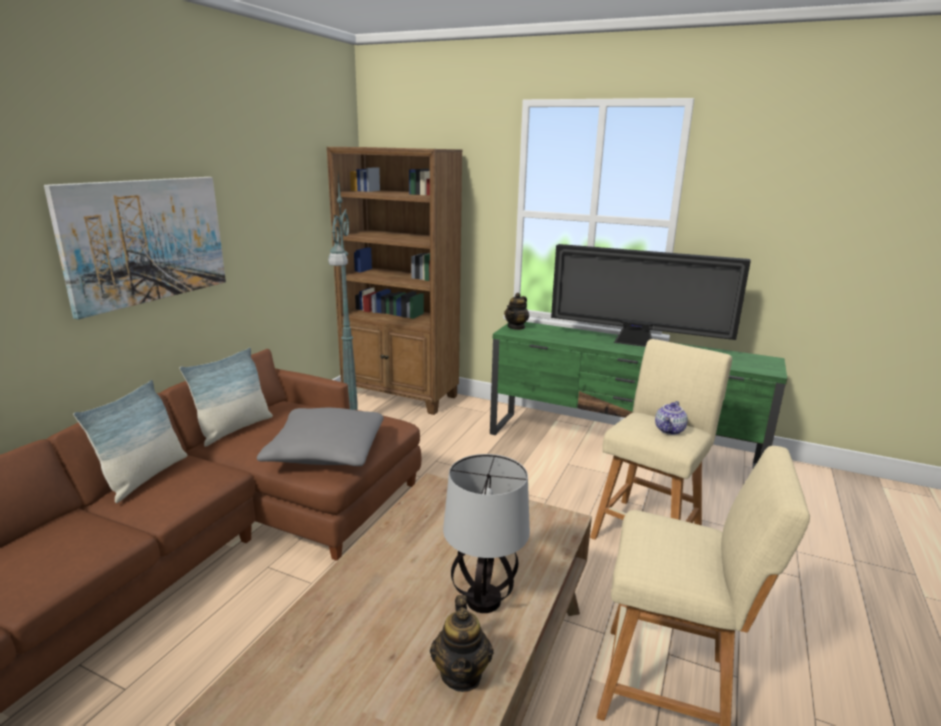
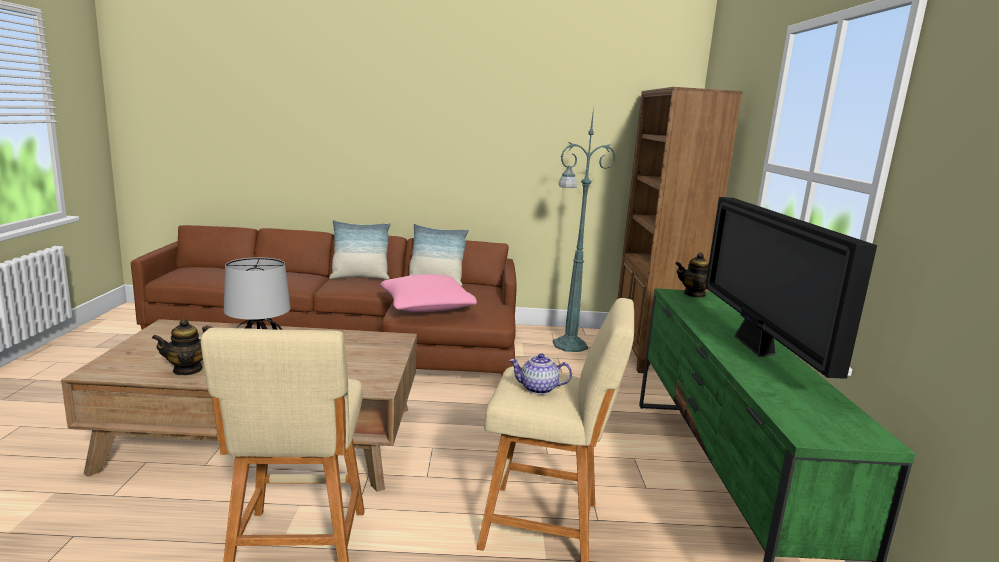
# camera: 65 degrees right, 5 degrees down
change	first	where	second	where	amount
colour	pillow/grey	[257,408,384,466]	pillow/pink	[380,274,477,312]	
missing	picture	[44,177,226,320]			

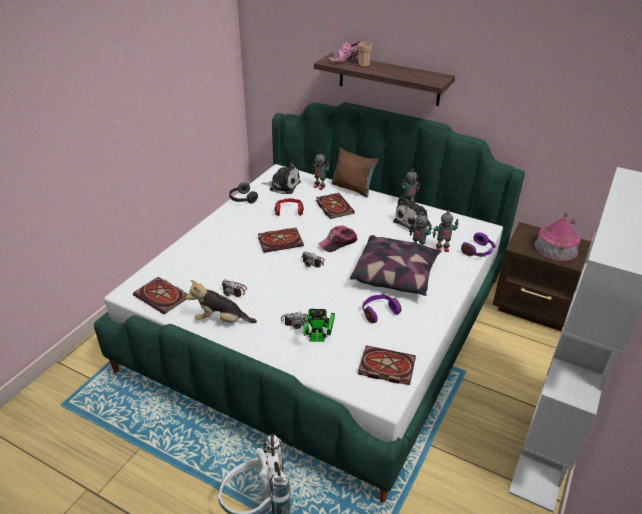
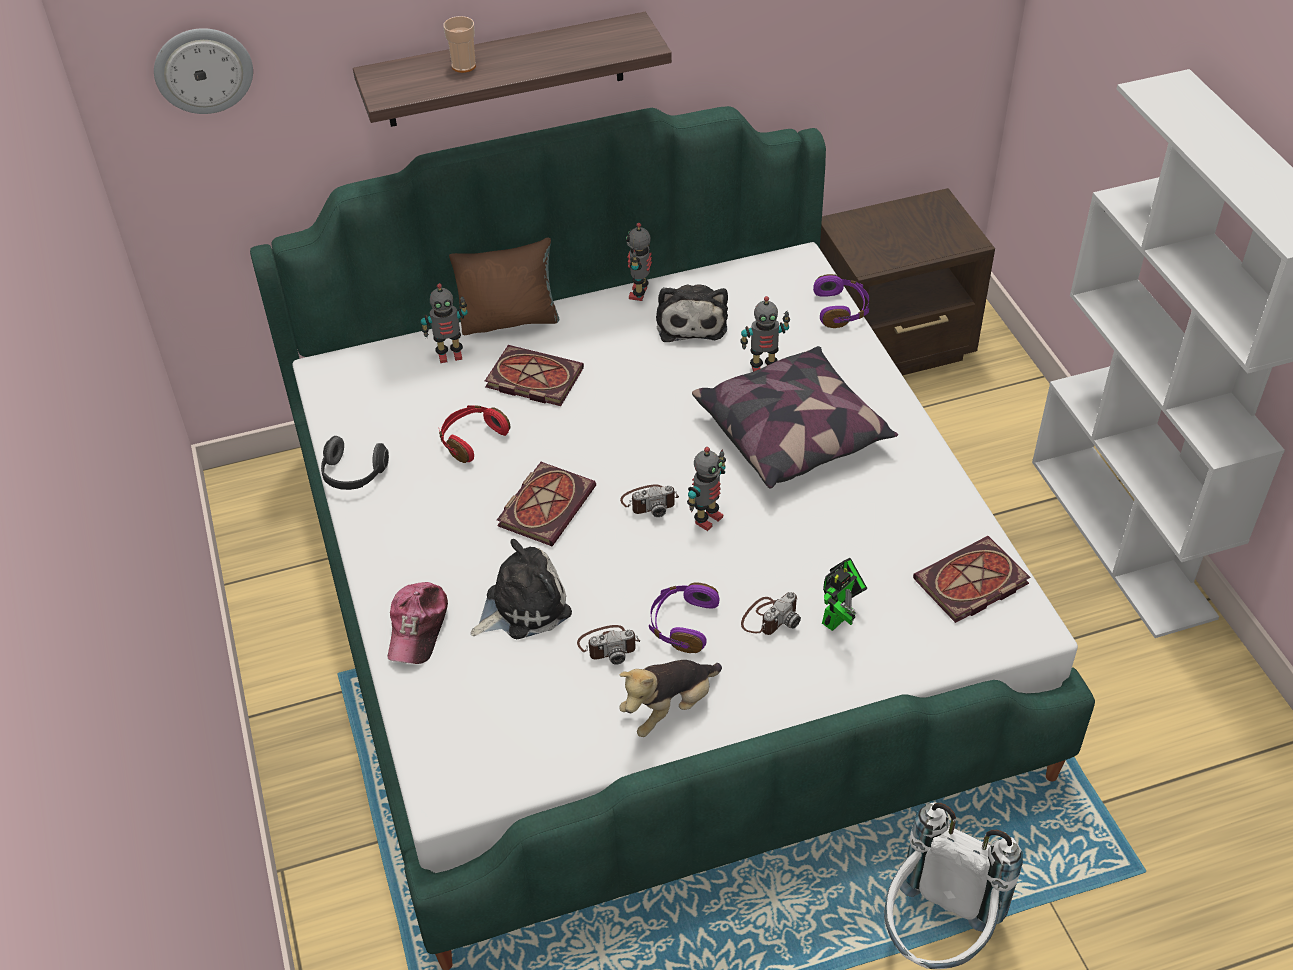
# camera: 45 degrees left, 10 degrees up
change	first	where	second	where	amount
appeared			wall clock	[154,28,253,114]	
relocated	cap	[318,225,358,252]		[387,582,448,664]	
relocated	plush toy	[261,161,301,194]		[471,539,572,639]	
relocated	headphones/purple	[362,294,401,323]		[649,582,719,653]	
relocated	toy robot	[433,210,459,252]		[687,447,726,531]	
missing	book	[133,277,187,314]			
missing	shoe/pink	[327,41,360,63]			
missing	toy house	[534,212,581,261]			

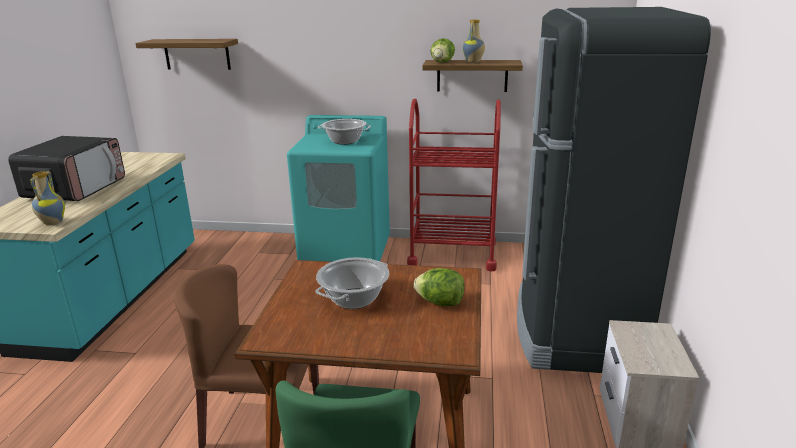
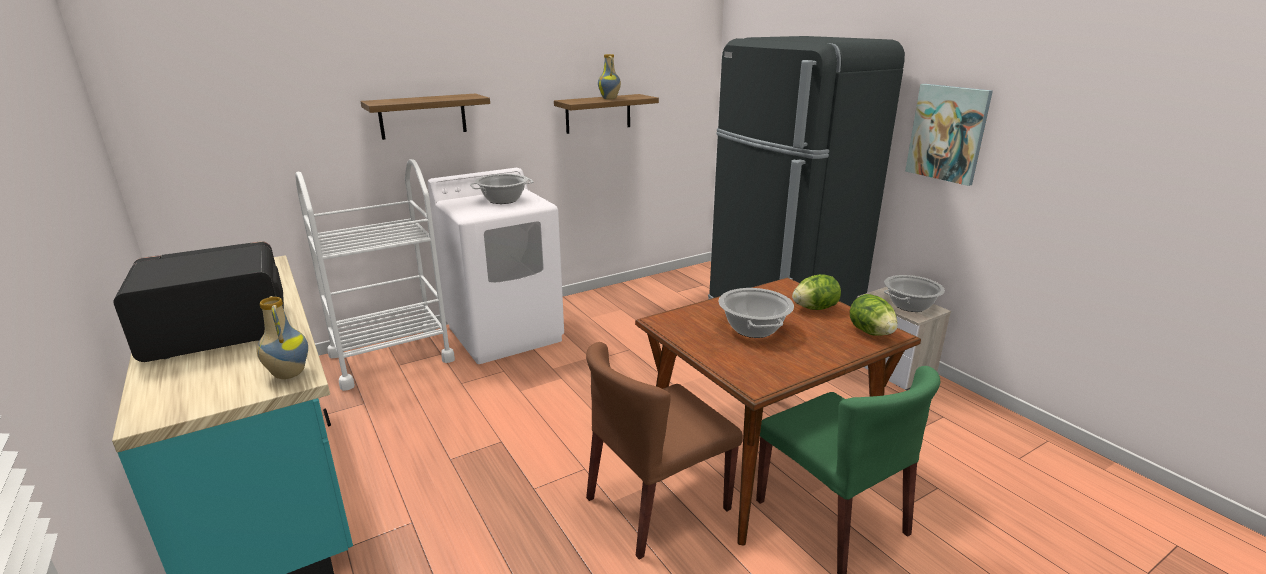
# camera: 40 degrees left, 0 degrees up
change	first	where	second	where	amount
spun	microwave	[8,136,125,201]		[113,241,284,362]	90 degrees counterclockwise
appeared			cart/white	[296,159,455,391]	
relocated	shelf	[135,39,238,70]		[360,93,490,140]	
colour	washing machine/turquoise	[287,115,390,262]	washing machine/white	[428,168,564,364]	
relocated	lettuce	[431,38,455,63]		[850,294,898,336]	
appeared			cooking pot	[884,275,945,312]	
appeared			picture	[905,84,993,186]	
missing	cart/red	[407,99,501,271]			

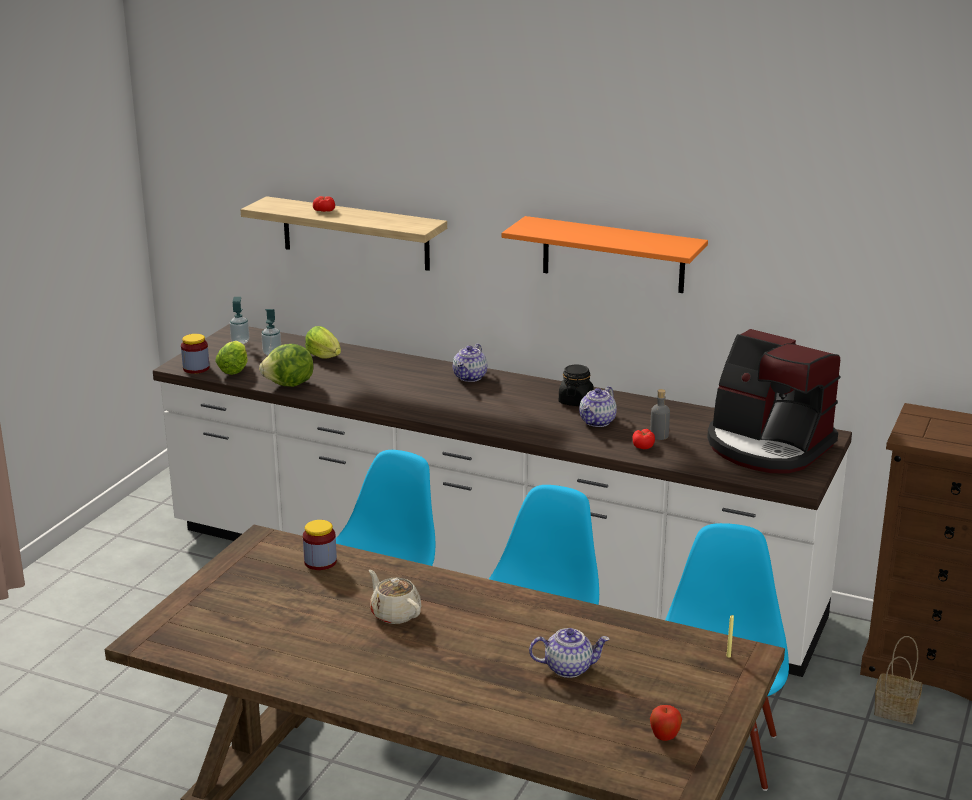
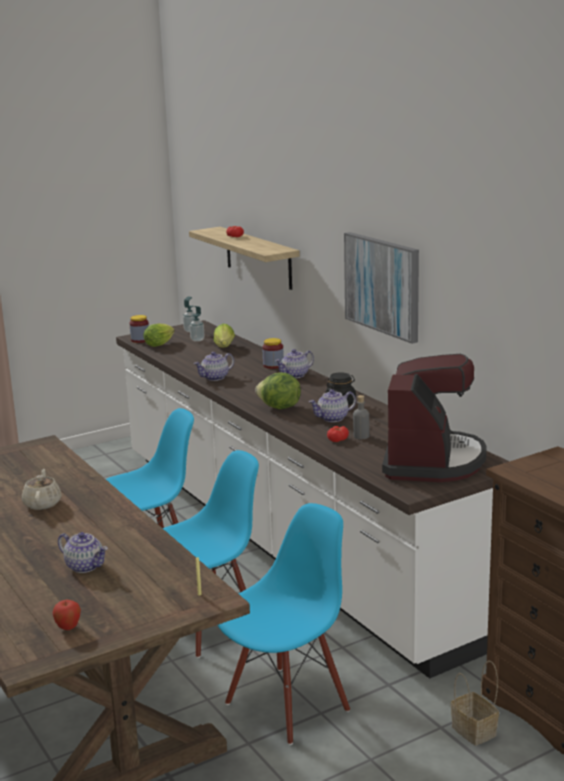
# camera: 35 degrees right, 5 degrees down
change	first	where	second	where	amount
appeared			teapot	[194,352,234,381]	
relocated	lettuce	[259,344,314,387]		[255,373,301,409]	
relocated	jar	[303,520,337,570]		[262,338,284,369]	
exchanged	shelf/orange	[502,216,708,293]	picture	[344,232,419,344]	
spun	coffee machine	[707,329,840,474]		[382,354,486,482]	150 degrees counterclockwise

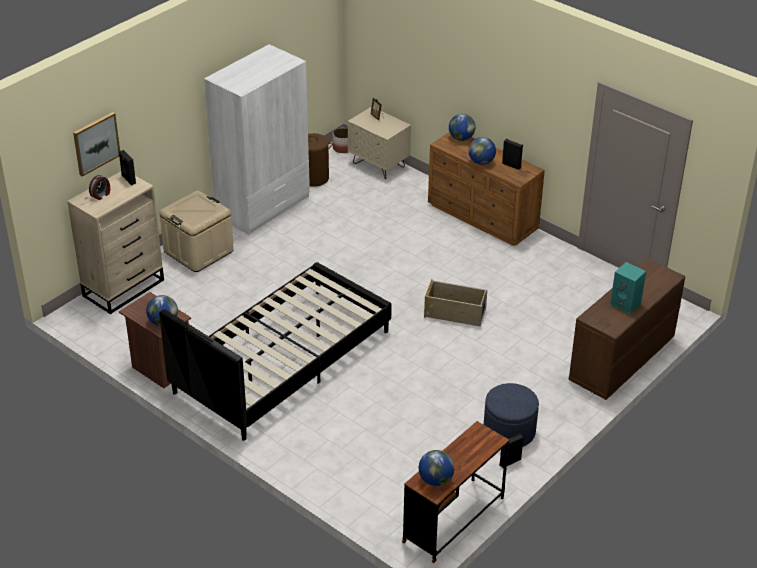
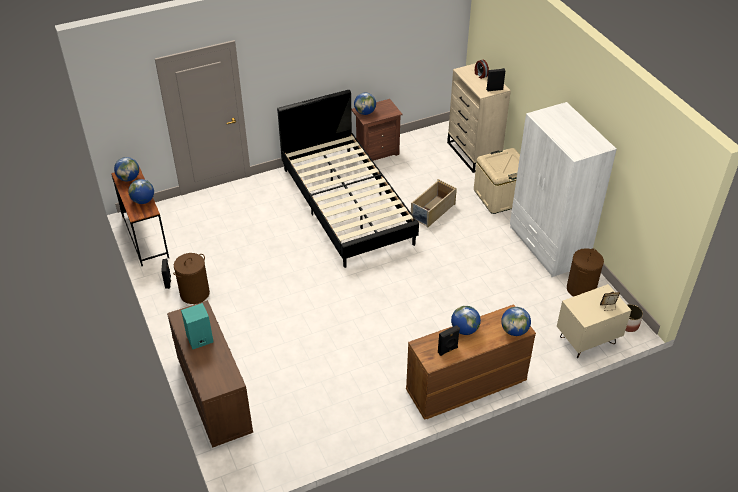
# camera: 115 degrees right, 5 degrees up
change	first	where	second	where	amount
appeared			globe	[128,179,154,204]	
exchanged	ottoman/blue	[484,383,539,447]	laundry basket/brown	[173,253,210,304]	
relocated	storage box/beige	[424,279,487,327]		[411,179,457,228]	
missing	picture	[73,112,120,177]			

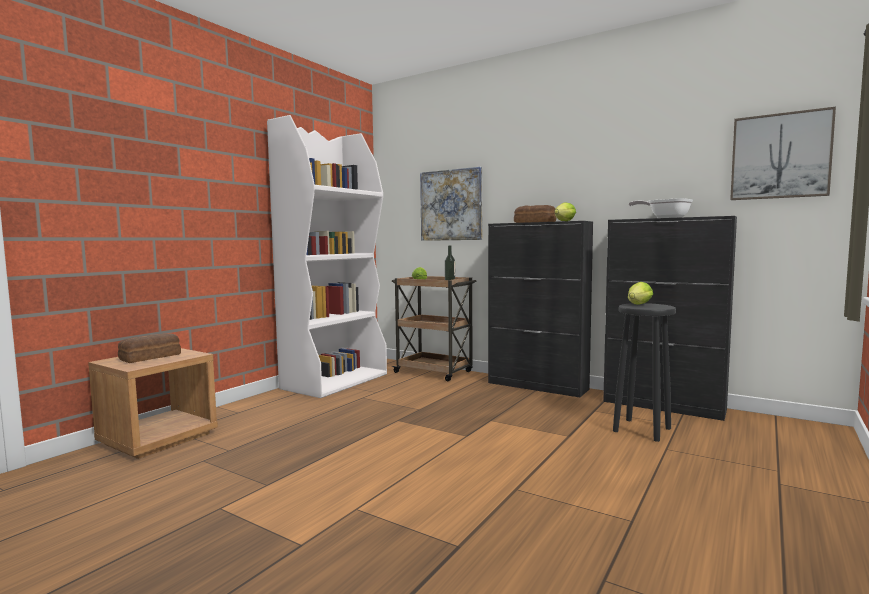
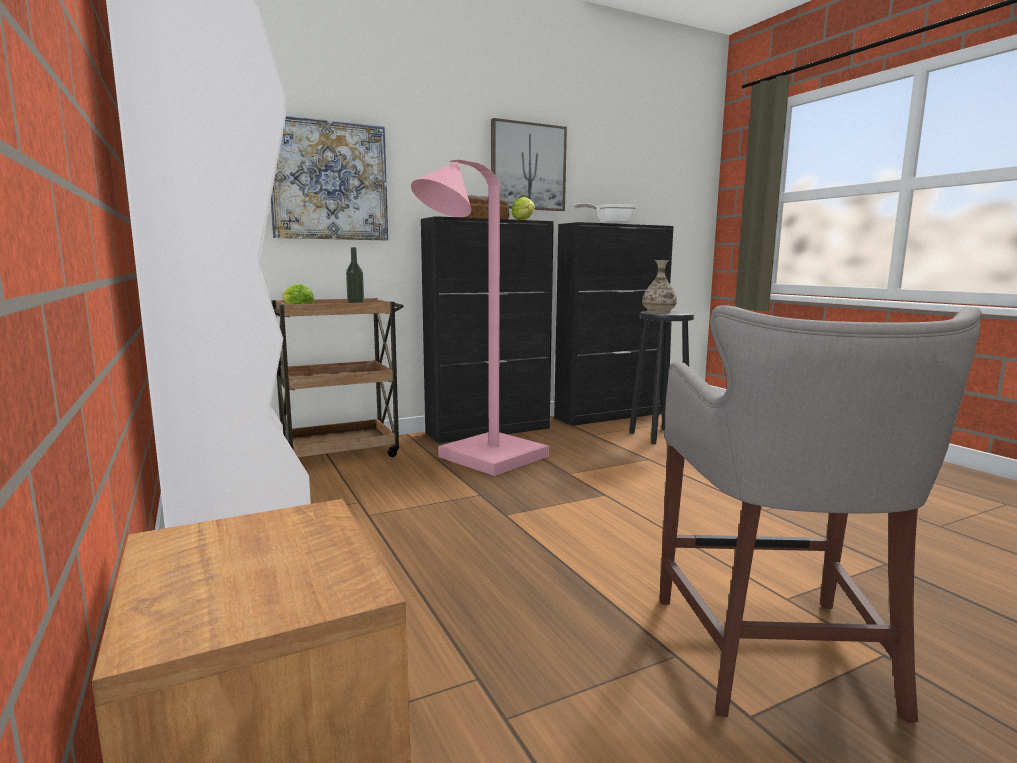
# camera: 60 degrees left, 5 degrees up
change	first	where	second	where	amount
appeared			floor lamp/pink	[411,160,549,476]	
relocated	picture	[730,107,836,200]		[491,118,567,211]	
exchanged	lettuce	[628,282,653,305]	vase	[642,260,677,313]	
appeared			stool/grey	[659,305,982,723]	
missing	bread	[118,333,181,363]			

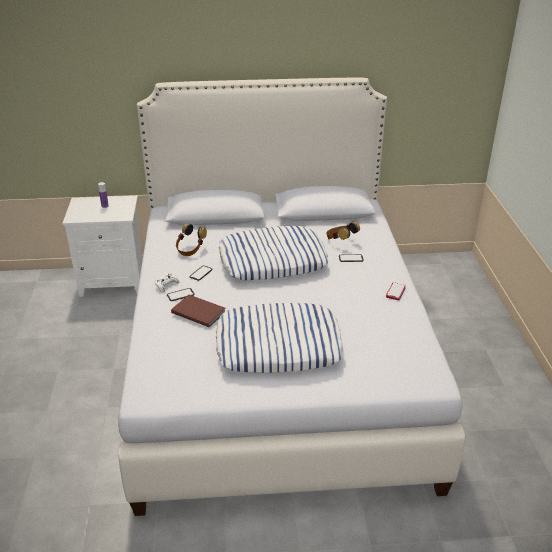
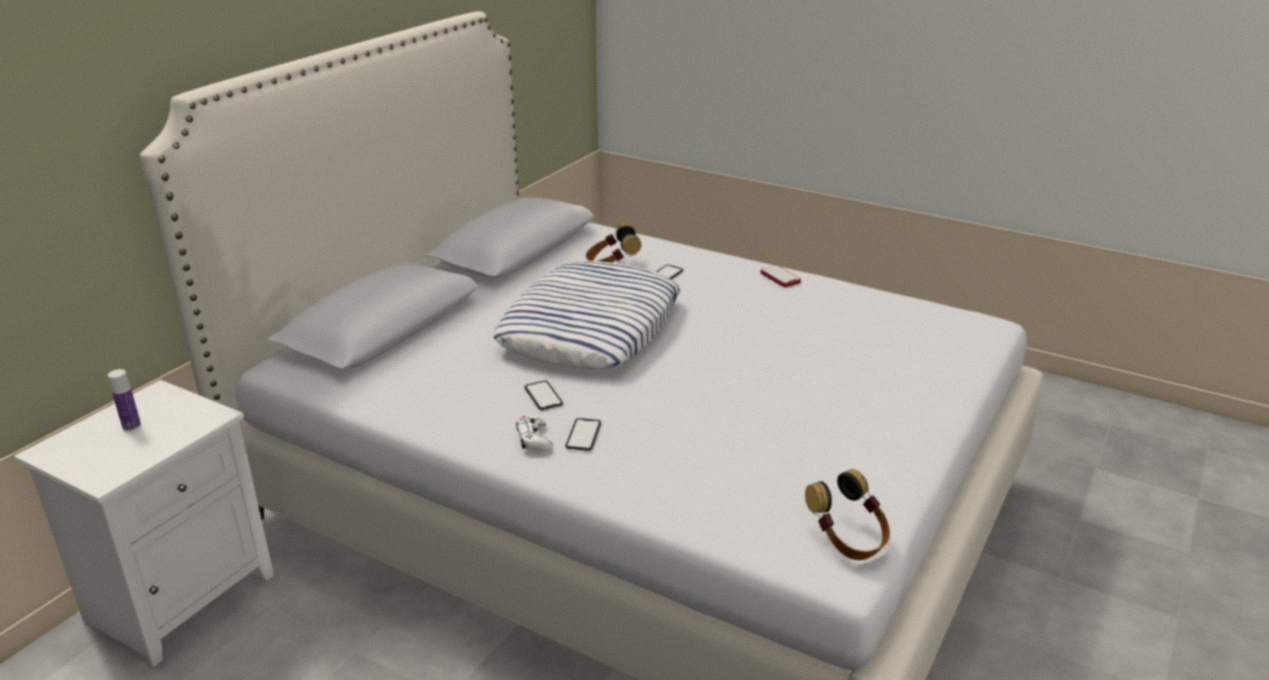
# camera: 55 degrees left, 5 degrees down
change	first	where	second	where	amount
relocated	headphones	[176,223,207,256]		[805,469,890,560]	
missing	book/brown	[171,295,225,327]			
missing	pillow	[216,303,343,373]			

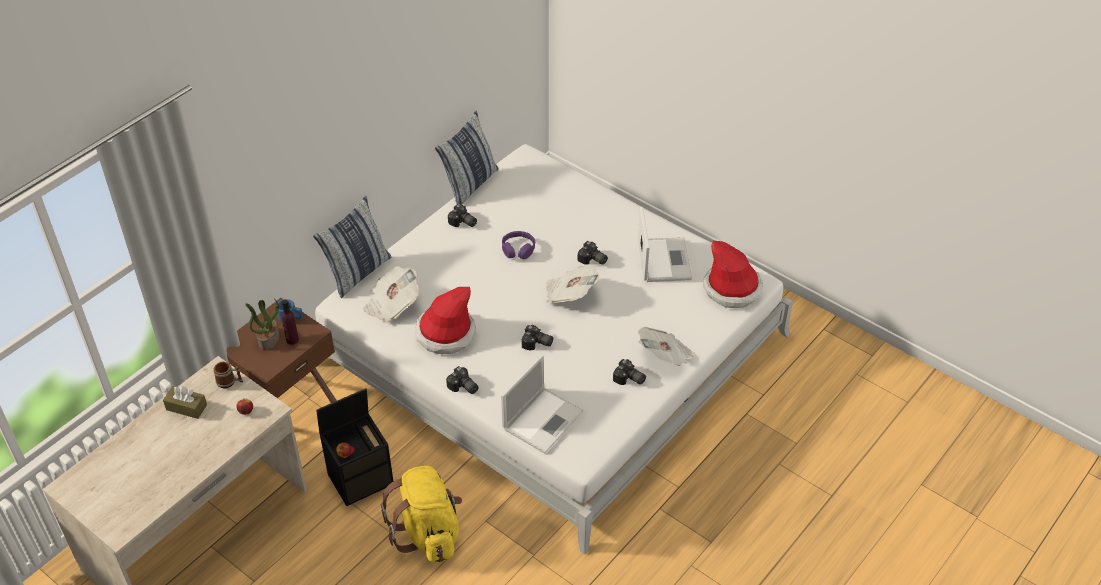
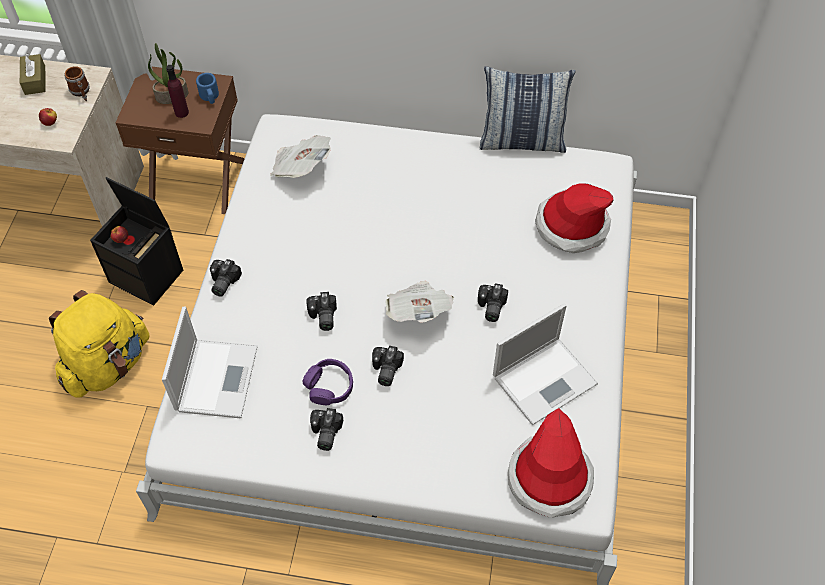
# camera: 60 degrees right, 10 degrees up
change	first	where	second	where	amount
spun	laptop	[501,355,584,454]		[162,306,257,418]	90 degrees counterclockwise
relocated	headphones/purple	[502,231,535,259]		[303,359,353,405]	
relocated	photo camera	[448,204,477,227]		[372,346,404,386]	
relocated	hat	[415,287,476,354]		[536,183,613,253]	
missing	pillow	[313,196,391,298]			
missing	newspaper	[638,327,696,366]			

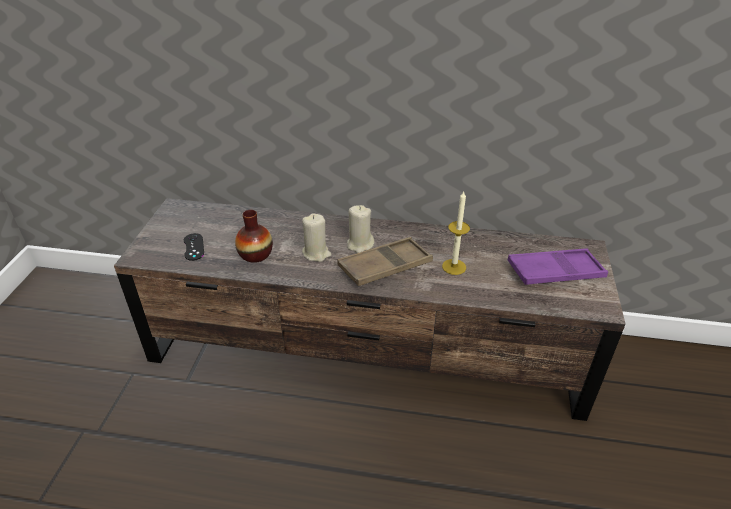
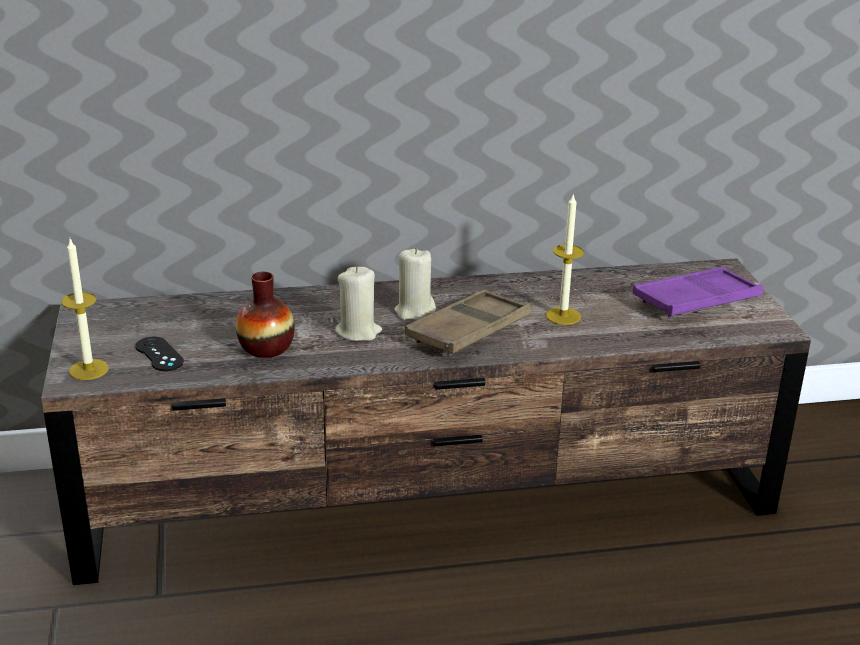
# camera: 20 degrees left, 10 degrees down
change	first	where	second	where	amount
appeared			candle	[61,239,109,380]	

